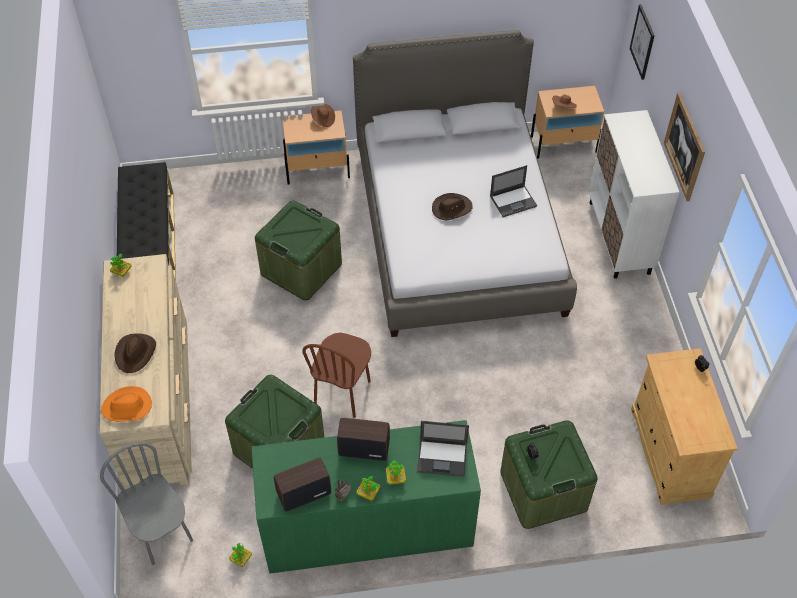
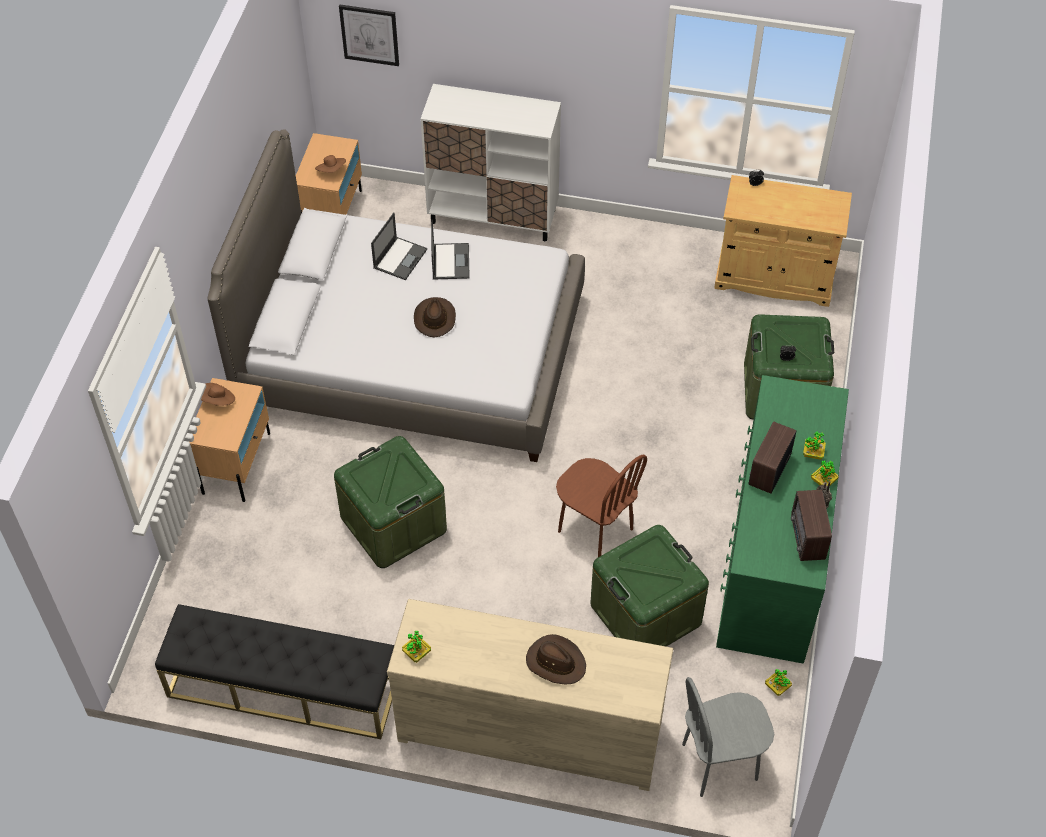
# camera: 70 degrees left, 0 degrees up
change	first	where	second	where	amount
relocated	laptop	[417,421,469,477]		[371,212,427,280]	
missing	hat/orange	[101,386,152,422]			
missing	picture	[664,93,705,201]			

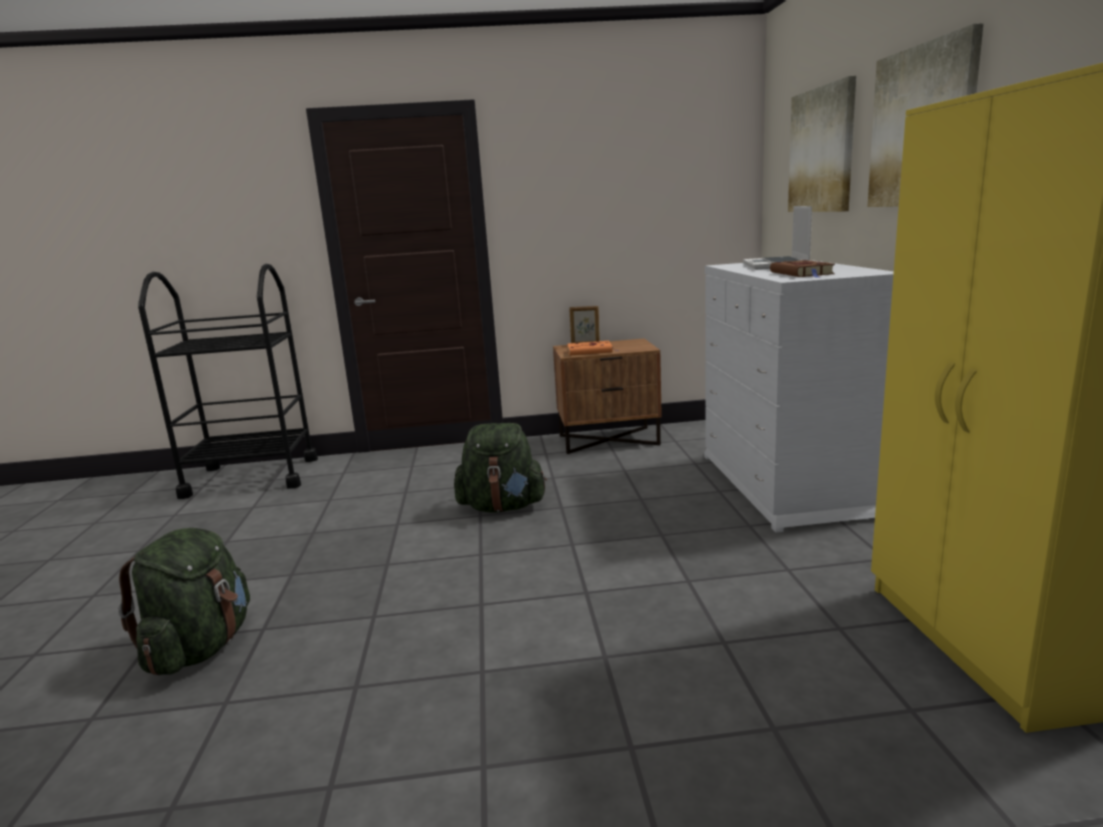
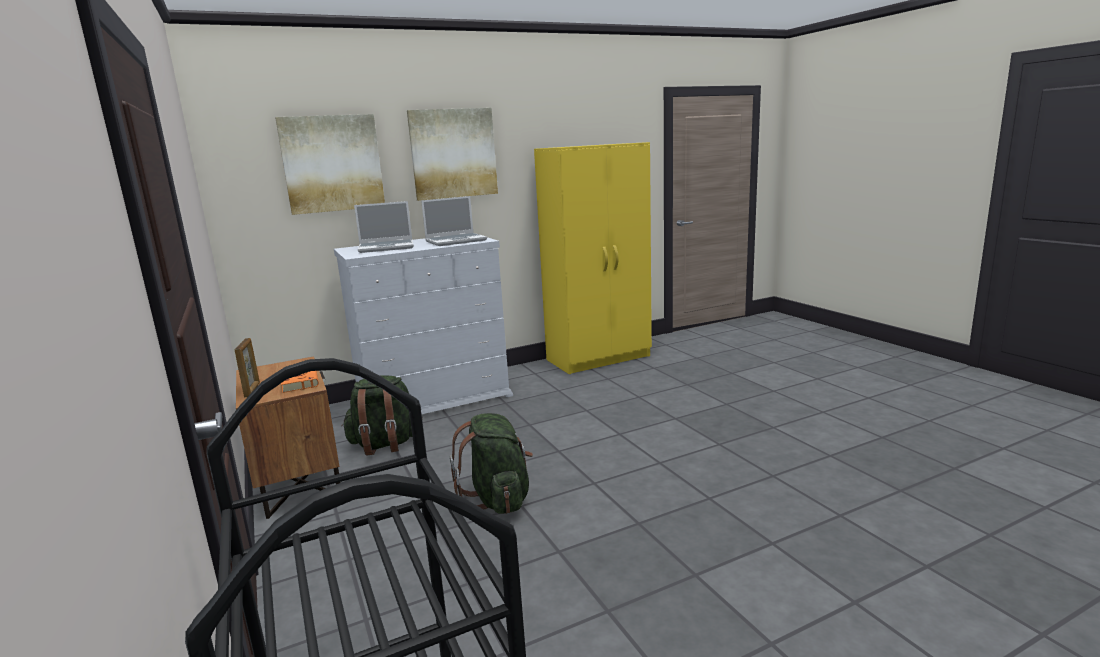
# camera: 110 degrees left, 0 degrees up
change	first	where	second	where	amount
relocated	backpack/green	[118,528,250,676]		[342,375,423,456]	
exchanged	book/brown	[770,260,835,278]	laptop	[421,196,487,246]	

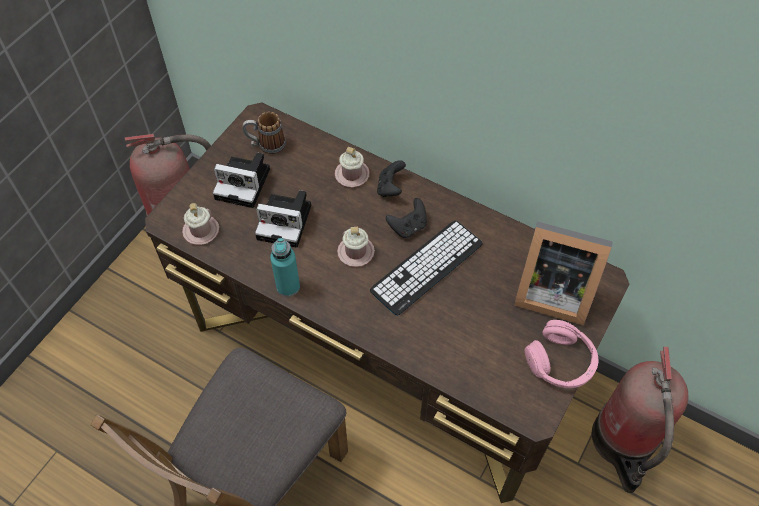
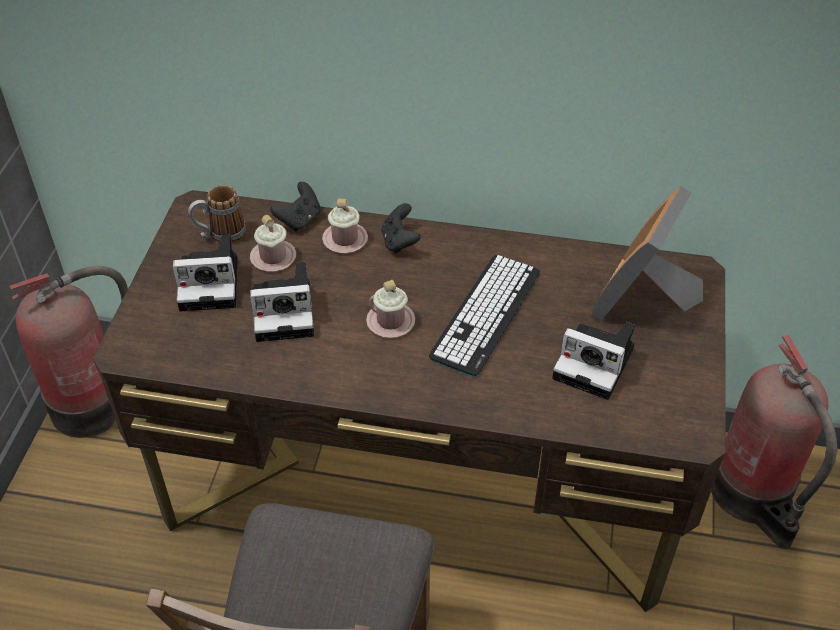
# camera: 20 degrees left, 10 degrees down
change	first	where	second	where	amount
relocated	mug/pink	[182,203,219,245]		[250,215,296,272]	
relocated	game controller/black	[386,198,427,238]		[271,182,320,231]	
appeared			photo camera	[552,322,635,400]	
spun	picture frame	[514,221,613,325]		[591,186,703,321]	120 degrees clockwise
missing	bottle/turquoise	[270,238,300,297]			
missing	headphones/pink	[525,320,599,388]			

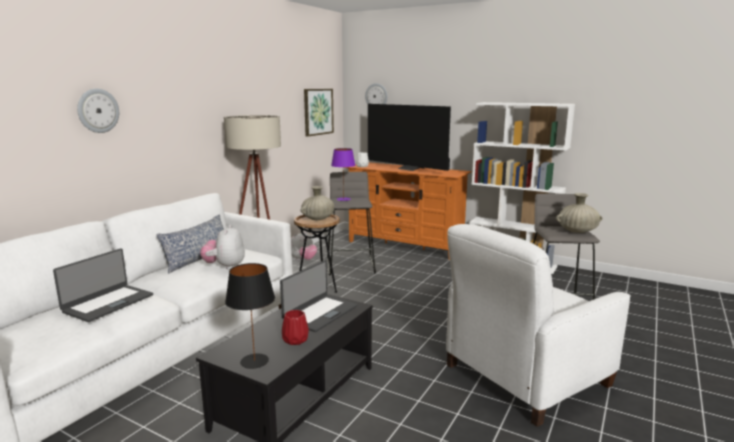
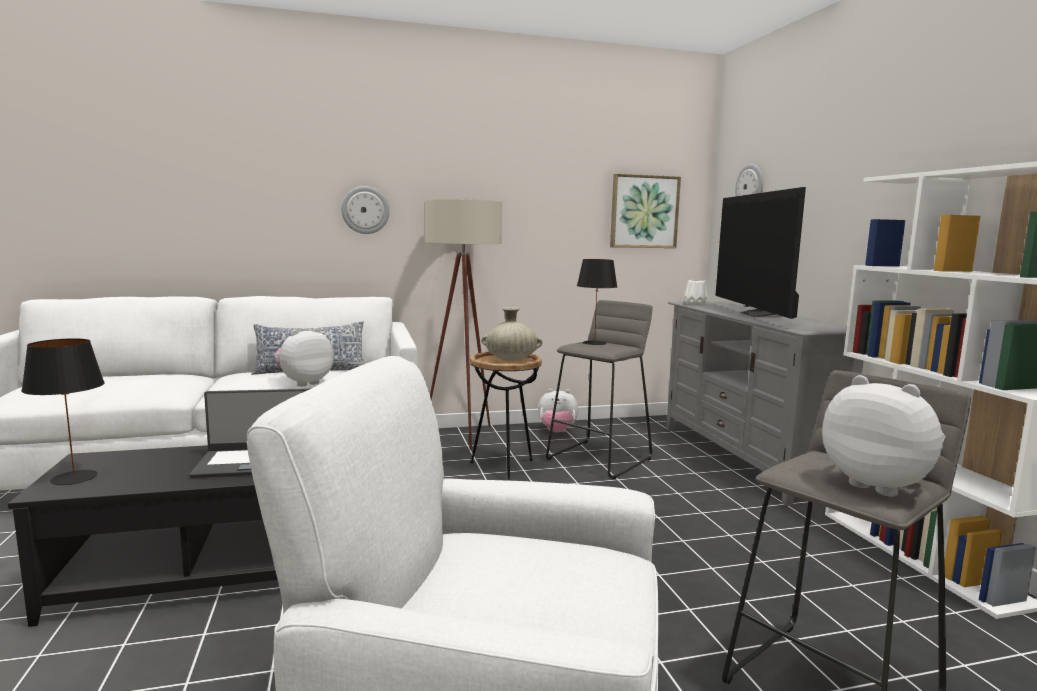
# camera: 45 degrees right, 5 degrees down
change	first	where	second	where	amount
relocated	wall clock	[77,89,119,133]		[341,186,390,234]	
colour	table lamp/purple	[331,148,356,201]	table lamp/black	[577,259,617,345]	
colour	tv stand/orange	[344,162,472,260]	tv stand/grey	[666,301,864,506]	
exchanged	vase/beige	[556,193,602,233]	plush toy	[822,375,946,496]	
missing	laptop	[53,248,153,322]			
missing	vase/red	[282,310,309,345]			

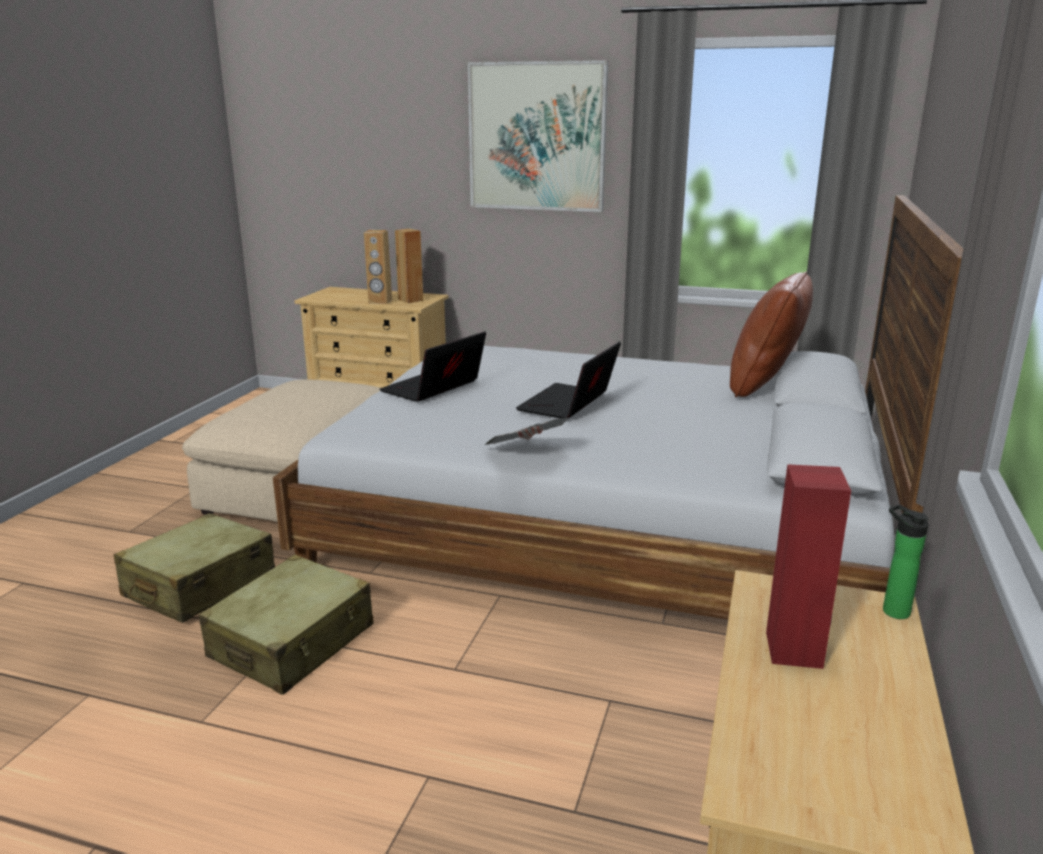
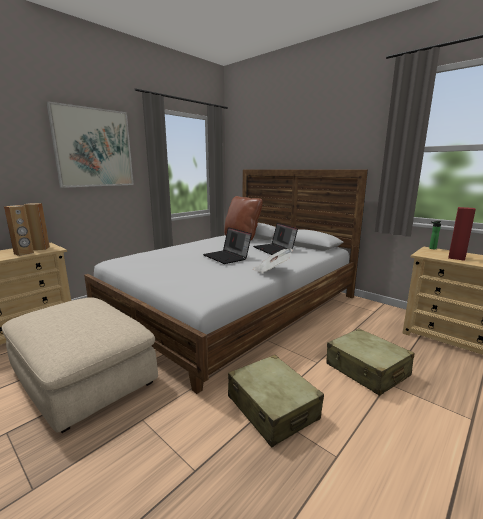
# camera: 65 degrees left, 5 degrees down
change	first	where	second	where	amount
relocated	laptop	[380,331,486,402]		[253,223,298,255]	
relocated	suitcase/beige	[113,513,275,623]		[326,329,414,396]	

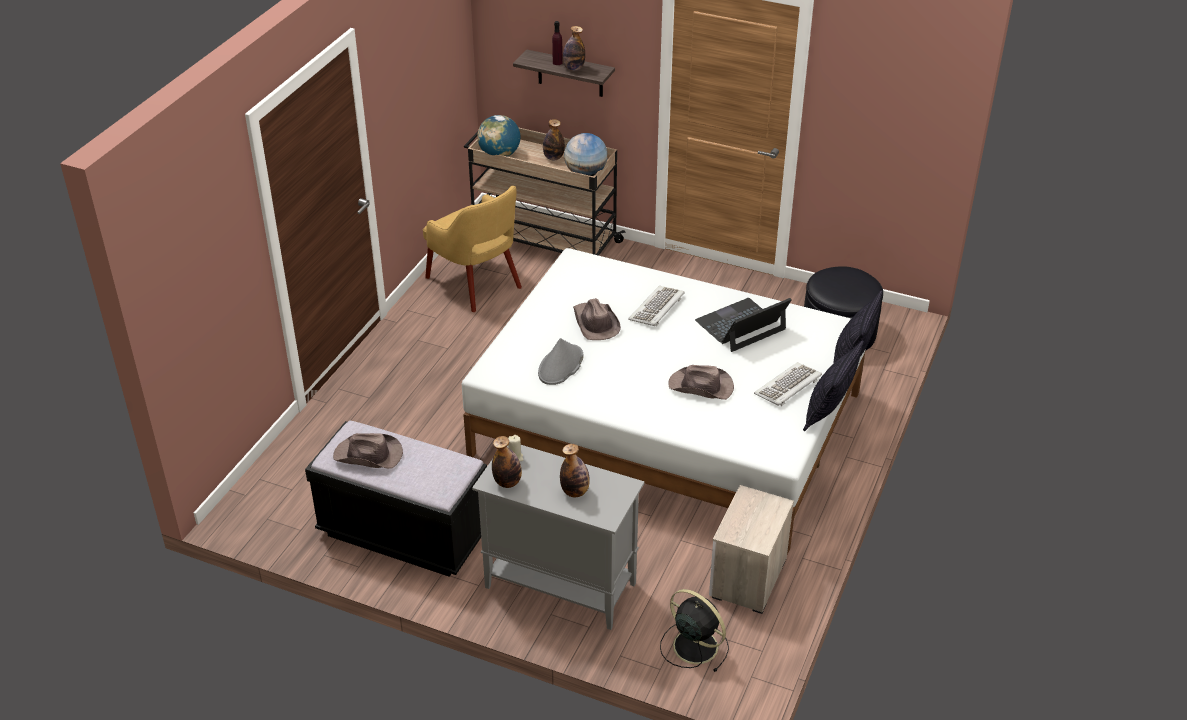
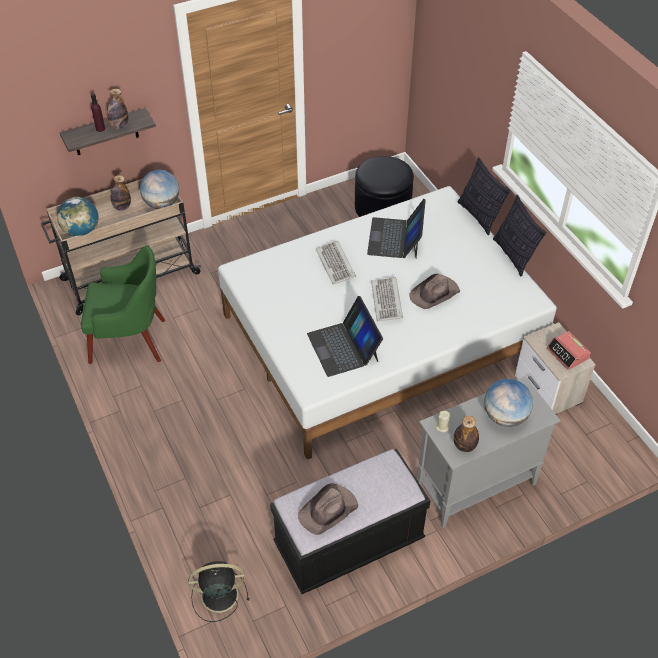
# camera: 50 degrees left, 10 degrees up
change	first	where	second	where	amount
colour	armchair/yellow	[423,186,522,312]	armchair/green	[81,245,165,364]	
relocated	fan/black	[660,589,729,672]		[188,561,249,622]	
exchanged	hat/grey	[538,338,584,385]	laptop	[307,296,383,377]	
relocated	keyboard	[754,362,822,406]		[371,277,403,321]	
exchanged	bottle	[560,444,590,497]	globe	[484,379,533,427]	
appeared			alarm clock	[546,331,591,370]	
missing	hat/brown	[573,298,621,340]			

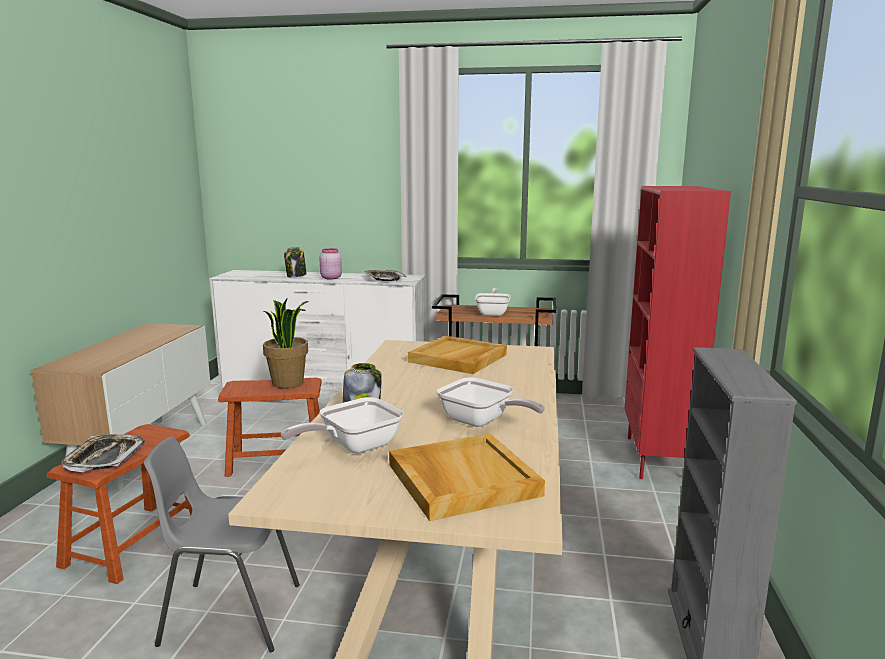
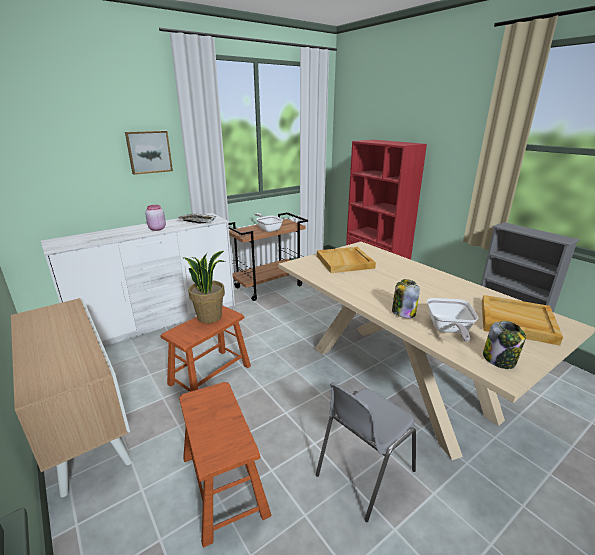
# camera: 45 degrees left, 10 degrees up
change	first	where	second	where	amount
appeared			picture	[125,131,173,175]	
relocated	jar	[284,247,307,277]		[483,321,526,369]	
missing	tray	[61,434,145,472]			
missing	frying pan	[437,377,545,427]			

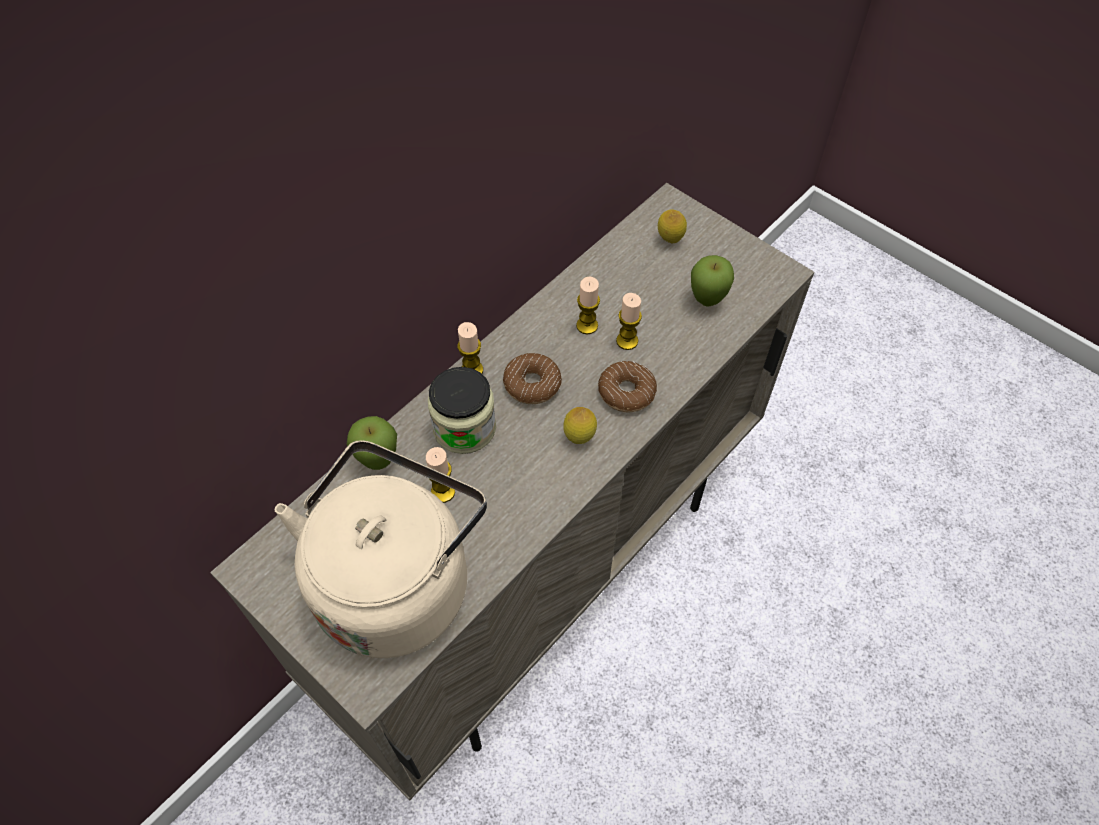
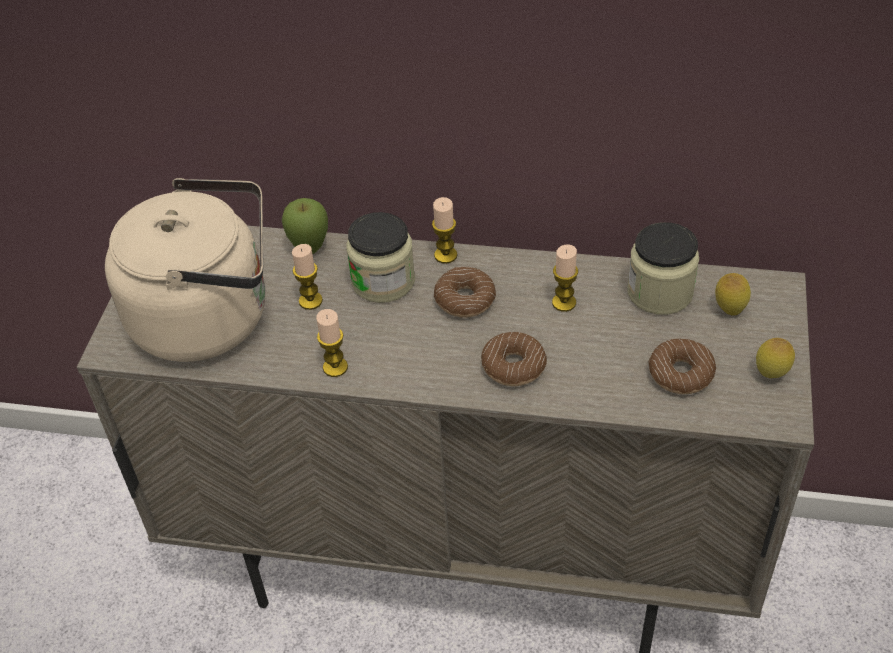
# camera: 60 degrees right, 10 degrees down
change	first	where	second	where	amount
relocated	candle	[616,293,642,350]		[316,309,348,377]	
appeared			jar	[627,222,699,315]	
exchanged	apple	[691,255,734,306]	donut	[649,339,716,394]	
relocated	lemon	[563,407,597,444]		[756,338,795,378]	

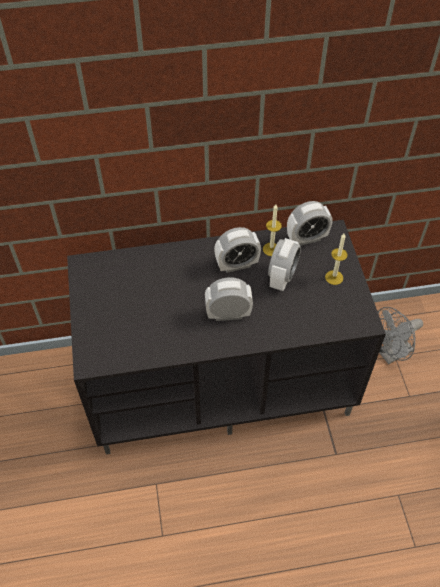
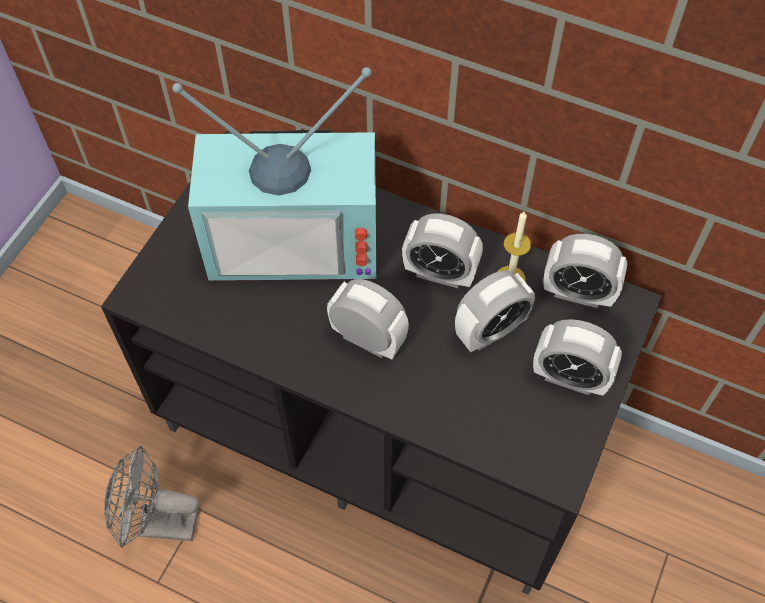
# camera: 35 degrees right, 5 degrees up
change	first	where	second	where	amount
relocated	fan/grey	[378,307,423,364]		[104,445,199,548]	
appeared			television	[172,67,376,281]	
exchanged	candle	[325,234,348,285]	alarm clock	[533,319,622,396]	

